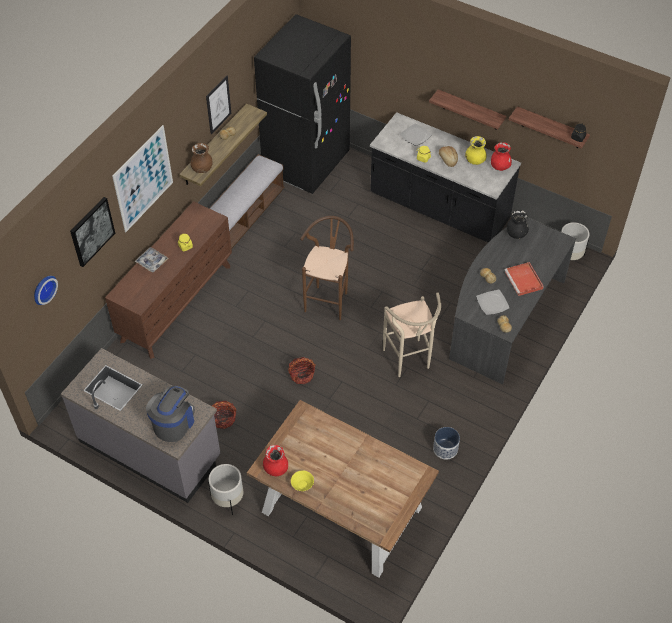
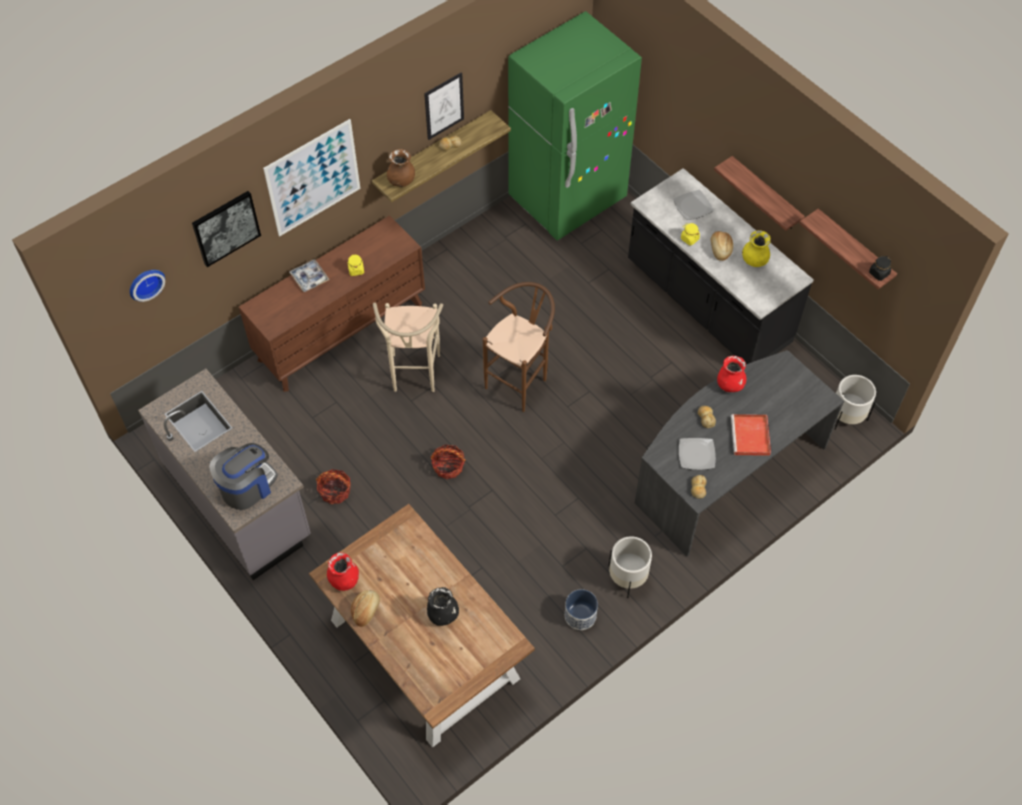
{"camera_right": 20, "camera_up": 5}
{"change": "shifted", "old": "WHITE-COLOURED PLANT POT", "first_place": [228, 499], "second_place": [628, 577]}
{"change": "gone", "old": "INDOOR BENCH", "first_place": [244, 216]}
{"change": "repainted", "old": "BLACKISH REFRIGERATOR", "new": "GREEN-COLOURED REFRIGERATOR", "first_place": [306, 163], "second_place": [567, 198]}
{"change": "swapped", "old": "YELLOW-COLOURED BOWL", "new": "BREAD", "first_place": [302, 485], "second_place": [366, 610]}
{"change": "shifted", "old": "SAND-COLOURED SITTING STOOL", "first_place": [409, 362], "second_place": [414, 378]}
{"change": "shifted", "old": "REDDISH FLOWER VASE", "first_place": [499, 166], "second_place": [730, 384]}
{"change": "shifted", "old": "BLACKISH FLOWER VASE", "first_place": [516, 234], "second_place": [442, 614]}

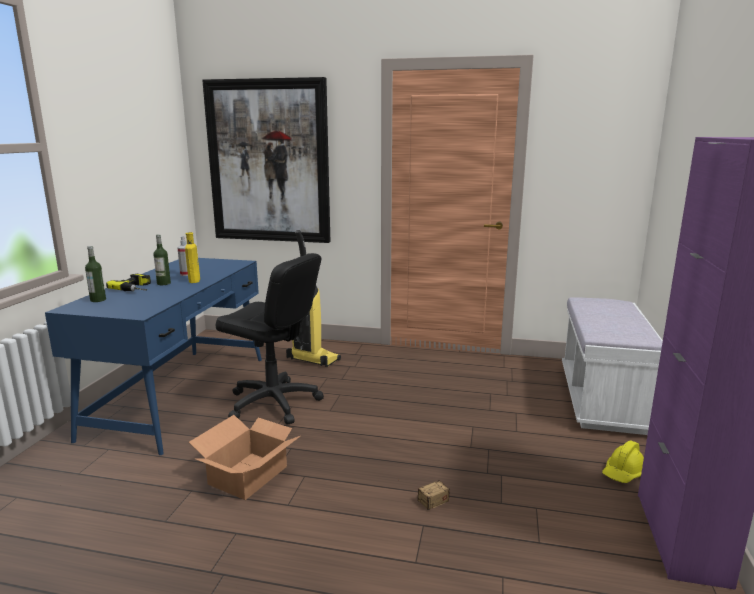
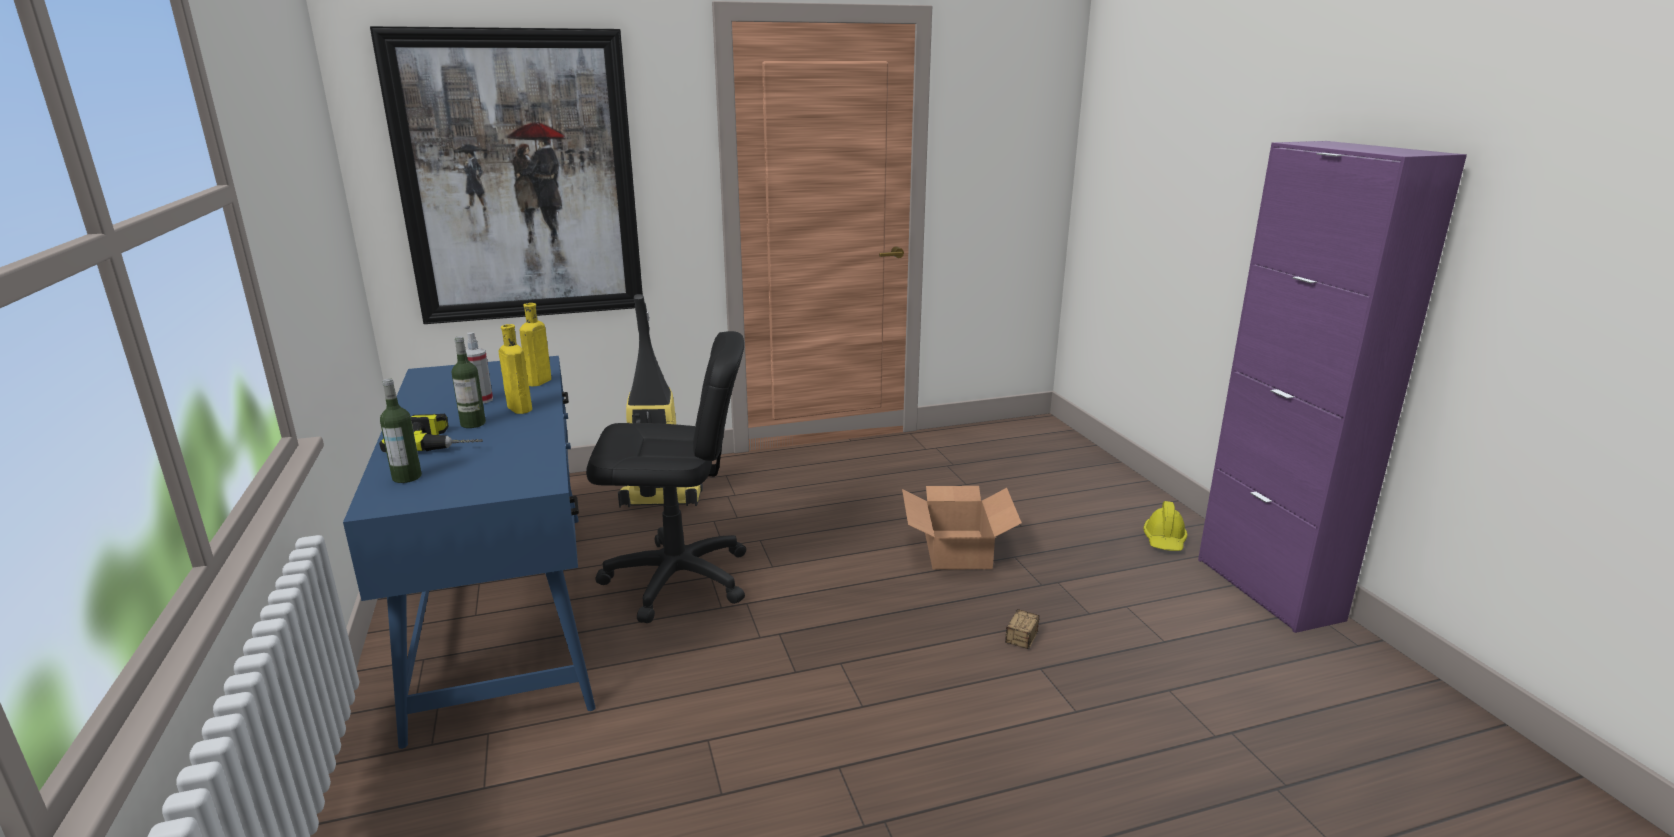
{"camera_right": -30, "camera_up": 5}
{"change": "shifted", "old": "PACKING BOX", "first_place": [249, 475], "second_place": [958, 549]}
{"change": "gone", "old": "WHITE-COLOURED INDOOR BENCH", "first_place": [603, 400]}
{"change": "new", "new": "YELLOW-COLOURED BEVERAGE BOTTLE", "second_place": [537, 382]}

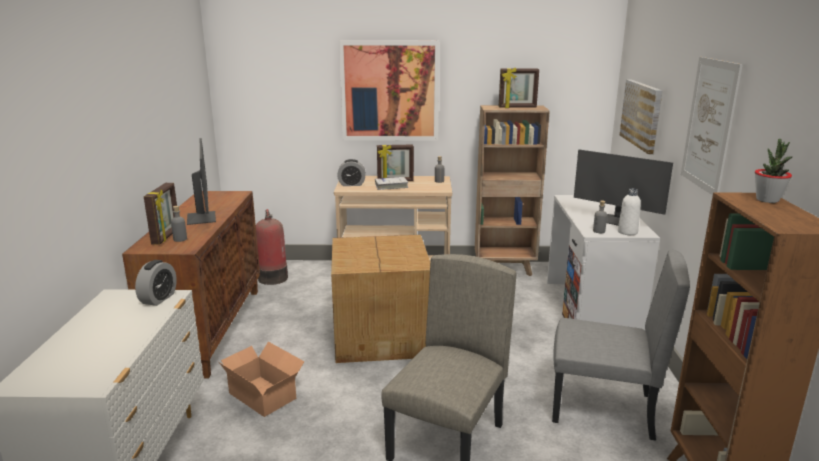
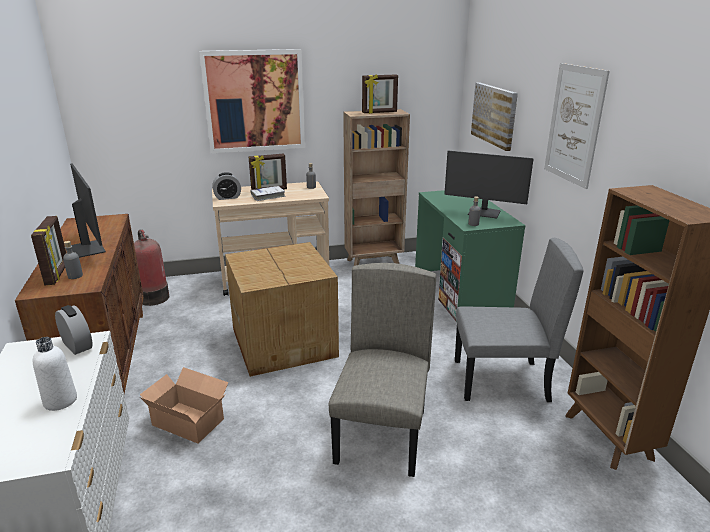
{"camera_right": -15, "camera_up": 5}
{"change": "rotated", "old": "BEDSIDE CLOCK", "first_place": [158, 298], "second_place": [77, 345], "degrees": -45}
{"change": "repainted", "old": "WHITE-COLOURED DESK", "new": "GREEN-COLOURED DESK", "first_place": [591, 309], "second_place": [460, 291]}
{"change": "shifted", "old": "WHITE-COLOURED BEVERAGE BOTTLE", "first_place": [627, 232], "second_place": [60, 401]}
{"change": "gone", "old": "HOUSEPLANT", "first_place": [767, 200]}

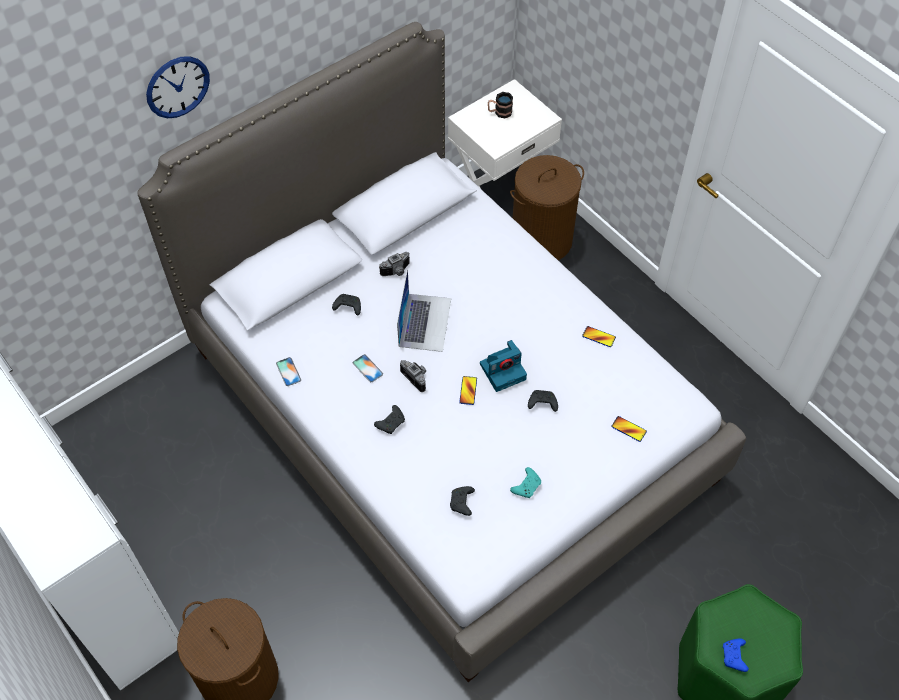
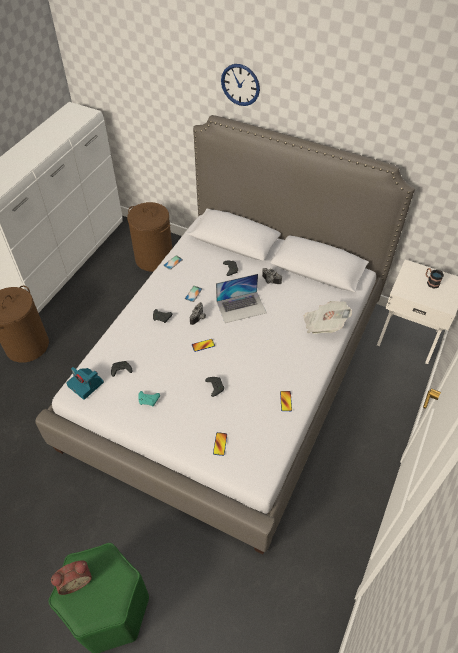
{"camera_right": 65, "camera_up": -5}
{"change": "shifted", "old": "STILL CAMERA", "first_place": [503, 371], "second_place": [86, 384]}
{"change": "shifted", "old": "BROWN WASHING BASKET", "first_place": [542, 240], "second_place": [154, 258]}
{"change": "swapped", "old": "BLUE-COLOURED GAMEPAD", "new": "BEDSIDE CLOCK", "first_place": [734, 657], "second_place": [75, 580]}
{"change": "new", "new": "PRINTED PAPER", "second_place": [324, 324]}

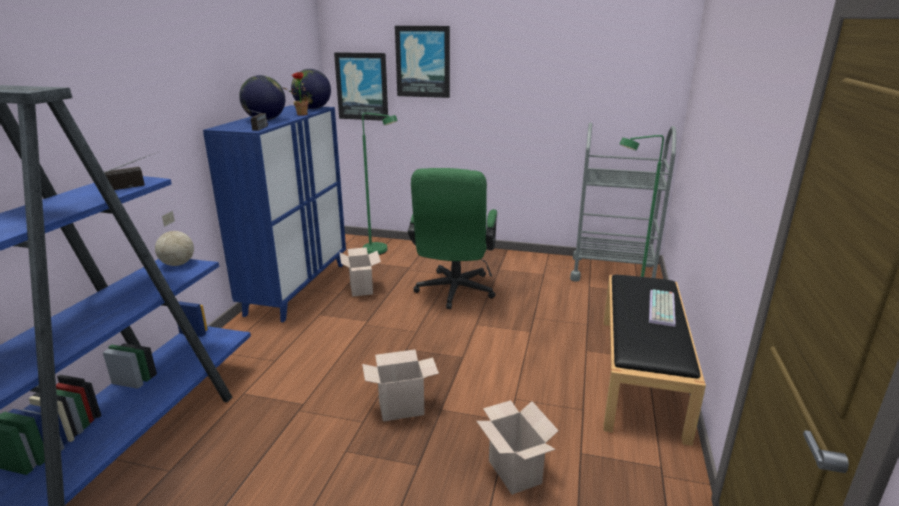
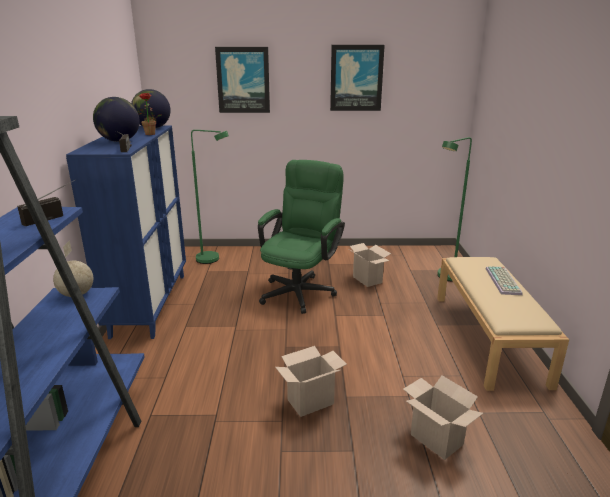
{"camera_right": -15, "camera_up": 0}
{"change": "shifted", "old": "WALL PICTURE", "first_place": [362, 86], "second_place": [356, 78]}
{"change": "shifted", "old": "PACKING BOX", "first_place": [362, 289], "second_place": [368, 280]}
{"change": "rotated", "old": "GREEN-COLOURED DESK CHAIR", "first_place": [453, 293], "second_place": [301, 290], "degrees": -150}
{"change": "gone", "old": "GREYISH TROLLEY", "first_place": [612, 272]}
{"change": "repainted", "old": "BLACKISH INDOOR BENCH", "new": "SAND-COLOURED INDOOR BENCH", "first_place": [641, 374], "second_place": [489, 338]}

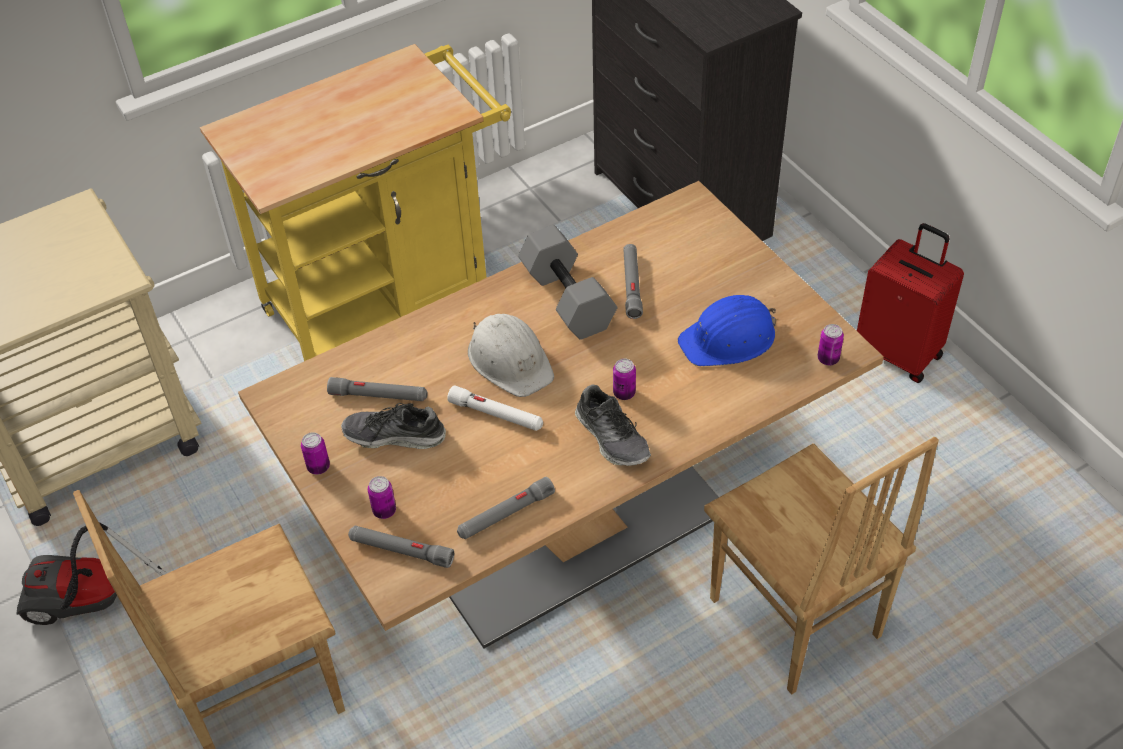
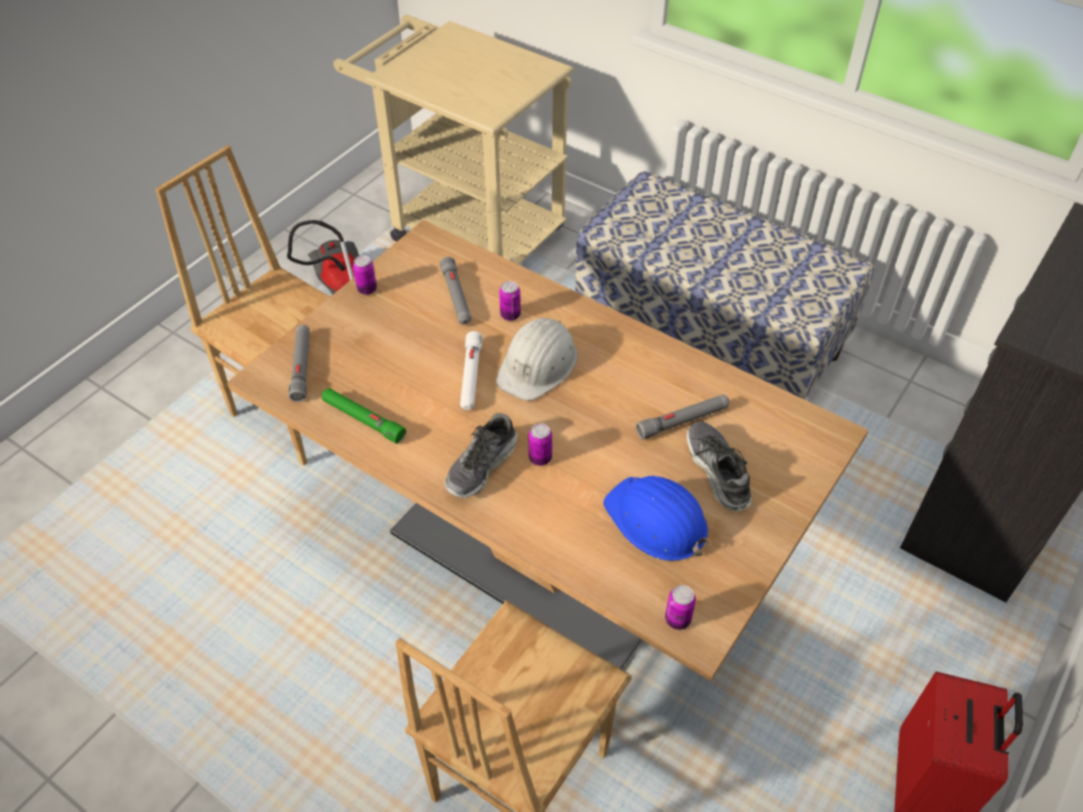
{"camera_right": 65, "camera_up": 0}
{"change": "swapped", "old": "YELLOW-COLOURED TROLLEY", "new": "INDOOR BENCH", "first_place": [389, 300], "second_place": [709, 337]}
{"change": "shifted", "old": "SHOE", "first_place": [394, 436], "second_place": [717, 471]}
{"change": "shifted", "old": "METAL CAN", "first_place": [384, 511], "second_place": [510, 315]}
{"change": "repainted", "old": "GREYISH HAND TORCH", "new": "GREEN-COLOURED HAND TORCH", "first_place": [506, 514], "second_place": [363, 420]}
{"change": "gone", "old": "GREYISH FREE WEIGHT", "first_place": [565, 299]}

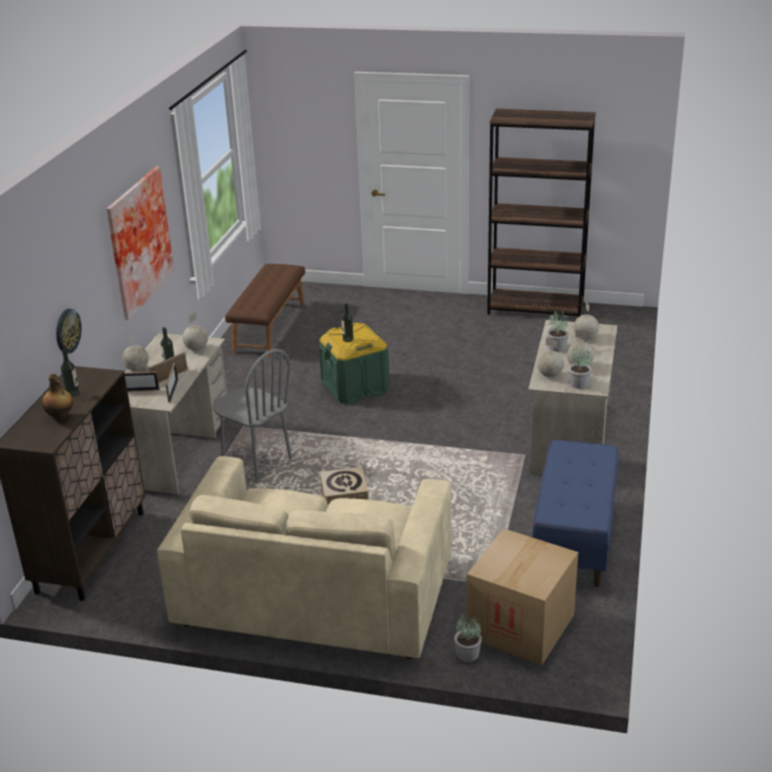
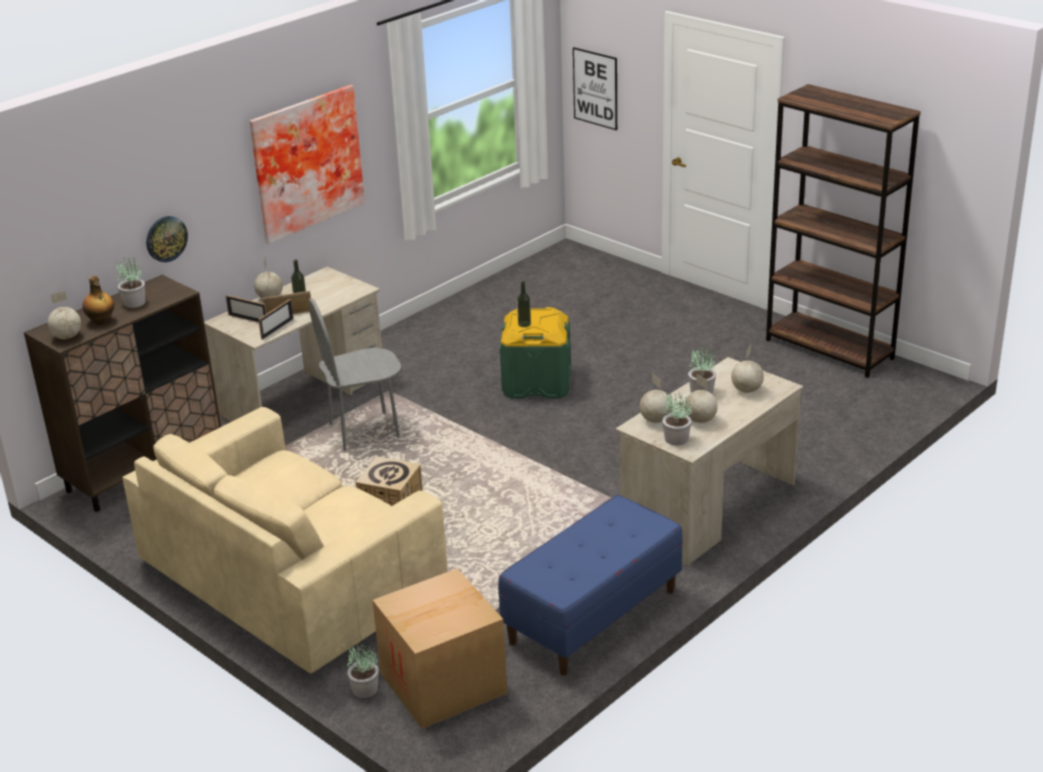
{"camera_right": 30, "camera_up": 0}
{"change": "swapped", "old": "BEVERAGE BOTTLE", "new": "HOUSEPLANT", "first_place": [72, 394], "second_place": [134, 302]}
{"change": "shifted", "old": "GLOBE", "first_place": [196, 349], "second_place": [67, 337]}
{"change": "rotated", "old": "GREYISH PLAIN CHAIR", "first_place": [256, 462], "second_place": [364, 431], "degrees": 90}
{"change": "gone", "old": "BROWN INDOOR BENCH", "first_place": [269, 328]}
{"change": "new", "new": "WALL PICTURE", "second_place": [595, 88]}

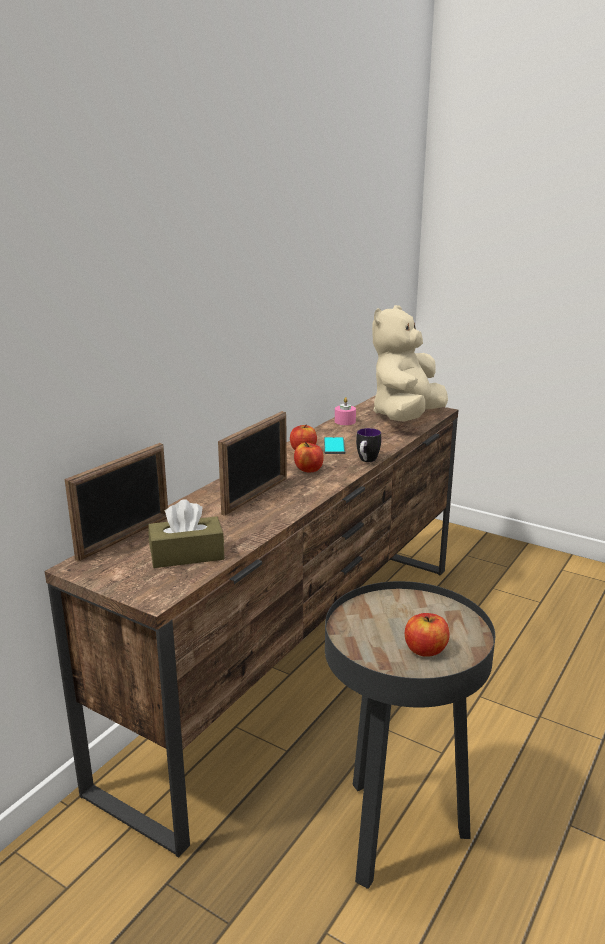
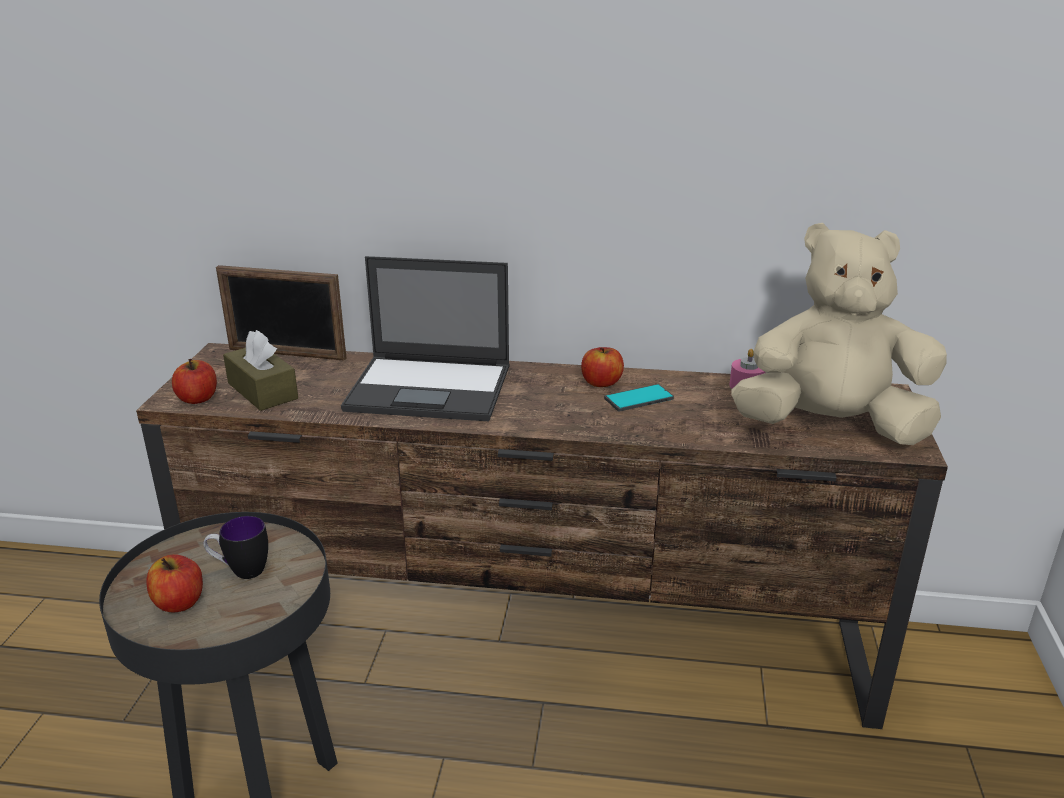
{"camera_right": 65, "camera_up": 5}
{"change": "swapped", "old": "PICTURE FRAME", "new": "NOTEBOOK COMPUTER", "first_place": [256, 496], "second_place": [431, 388]}
{"change": "shifted", "old": "APPLE", "first_place": [309, 469], "second_place": [198, 398]}
{"change": "shifted", "old": "MUG", "first_place": [366, 461], "second_place": [240, 571]}

